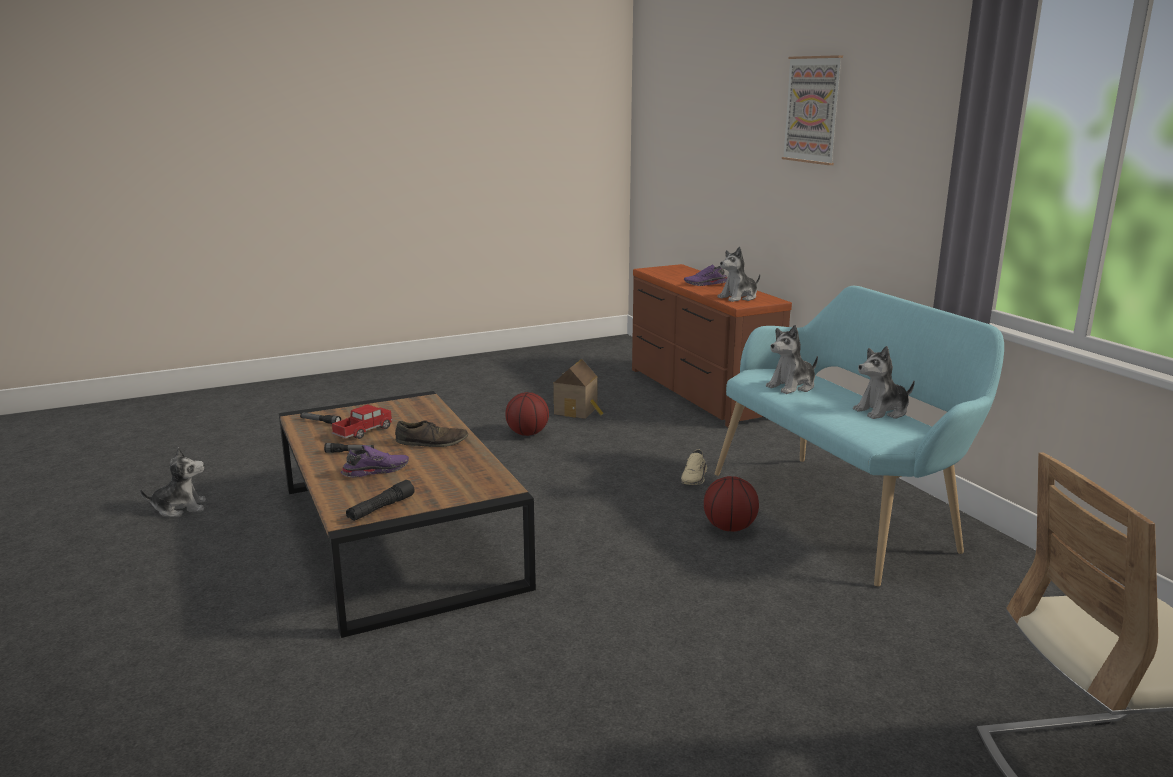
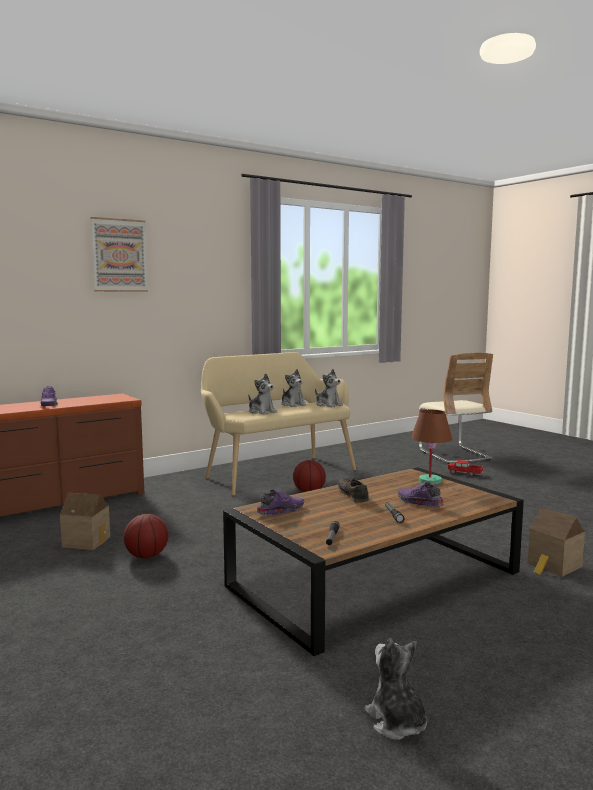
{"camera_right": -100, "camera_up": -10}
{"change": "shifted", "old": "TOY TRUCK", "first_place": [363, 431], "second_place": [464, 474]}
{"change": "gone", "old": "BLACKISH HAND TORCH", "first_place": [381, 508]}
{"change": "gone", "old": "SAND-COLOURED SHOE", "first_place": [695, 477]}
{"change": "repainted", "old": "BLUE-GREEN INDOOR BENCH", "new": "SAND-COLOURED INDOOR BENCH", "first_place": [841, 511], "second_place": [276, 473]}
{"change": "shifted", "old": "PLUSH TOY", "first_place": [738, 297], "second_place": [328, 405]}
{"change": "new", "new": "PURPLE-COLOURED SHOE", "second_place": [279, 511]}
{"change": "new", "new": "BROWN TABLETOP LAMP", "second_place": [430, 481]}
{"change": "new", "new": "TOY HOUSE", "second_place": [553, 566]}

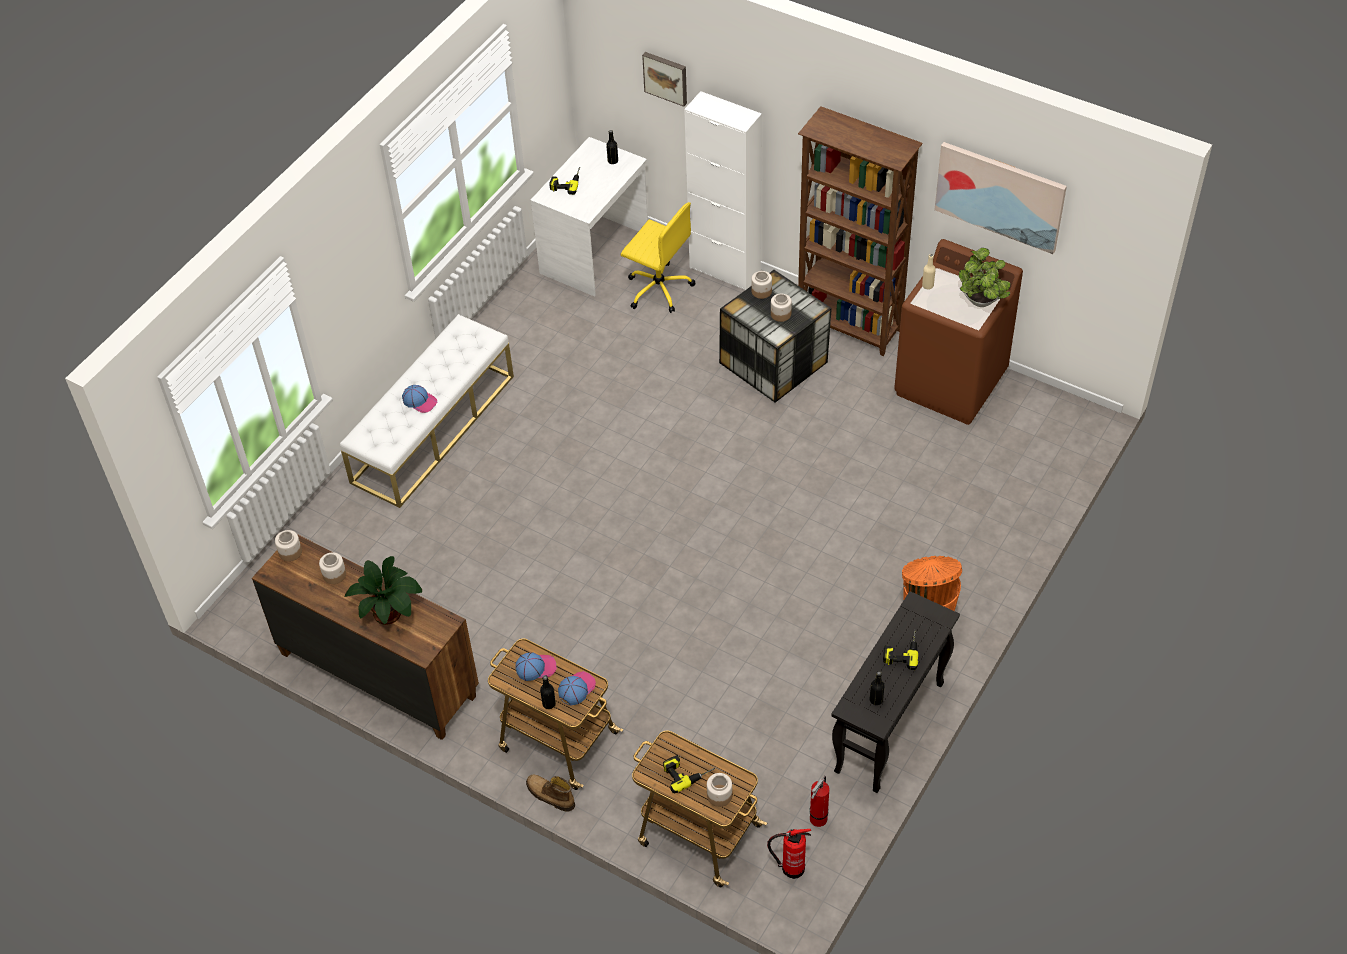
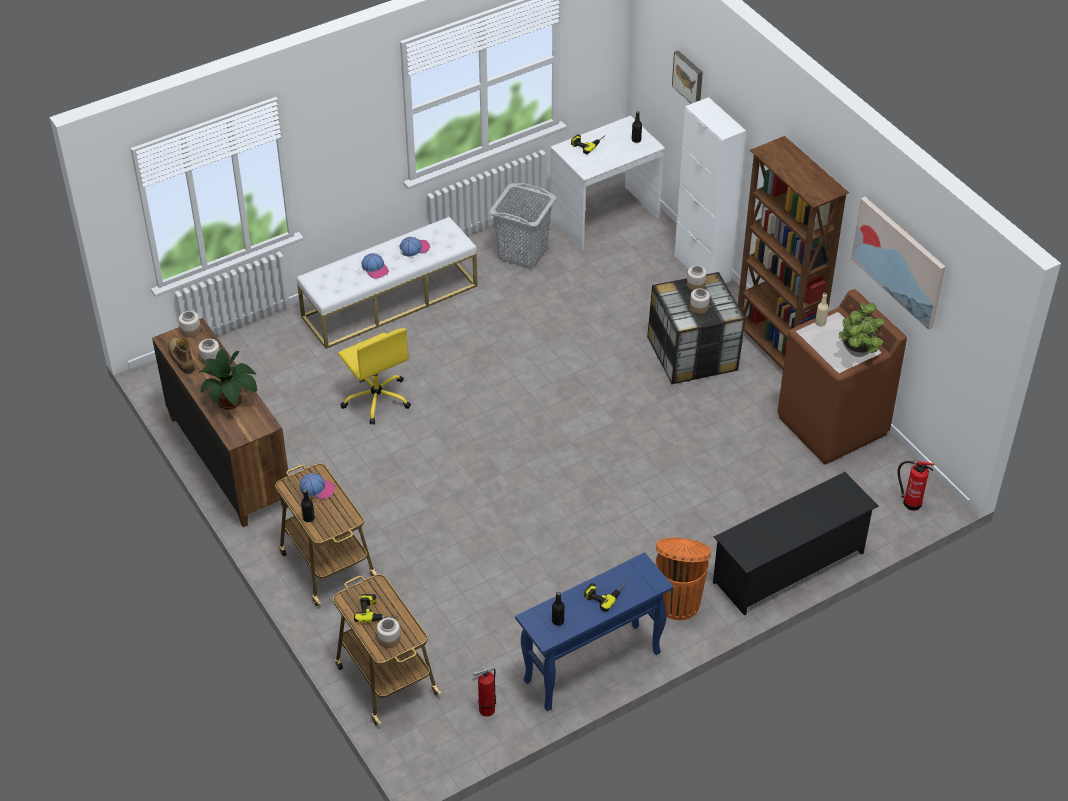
{"camera_right": 25, "camera_up": -5}
{"change": "shifted", "old": "HIGH-TOP BOOT", "first_place": [550, 796], "second_place": [181, 359]}
{"change": "shifted", "old": "BASEBALL CAP", "first_place": [576, 689], "second_place": [414, 248]}
{"change": "shifted", "old": "YELLOW-COLOURED DESK CHAIR", "first_place": [658, 288], "second_place": [376, 399]}
{"change": "shifted", "old": "EXTINGUISHER", "first_place": [790, 868], "second_place": [910, 502]}
{"change": "repainted", "old": "BLACKISH NARROW TABLE", "new": "BLUE-COLOURED NARROW TABLE", "first_place": [889, 728], "second_place": [591, 668]}
{"change": "new", "new": "GREYISH WASHING BASKET", "second_place": [522, 253]}
{"change": "new", "new": "BLACKISH SHOE SHELF", "second_place": [789, 567]}

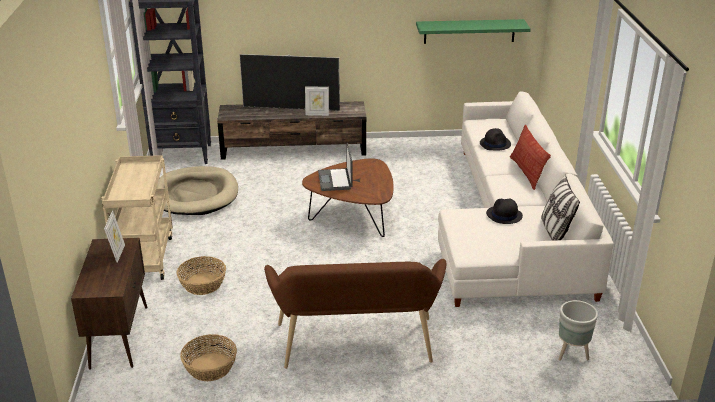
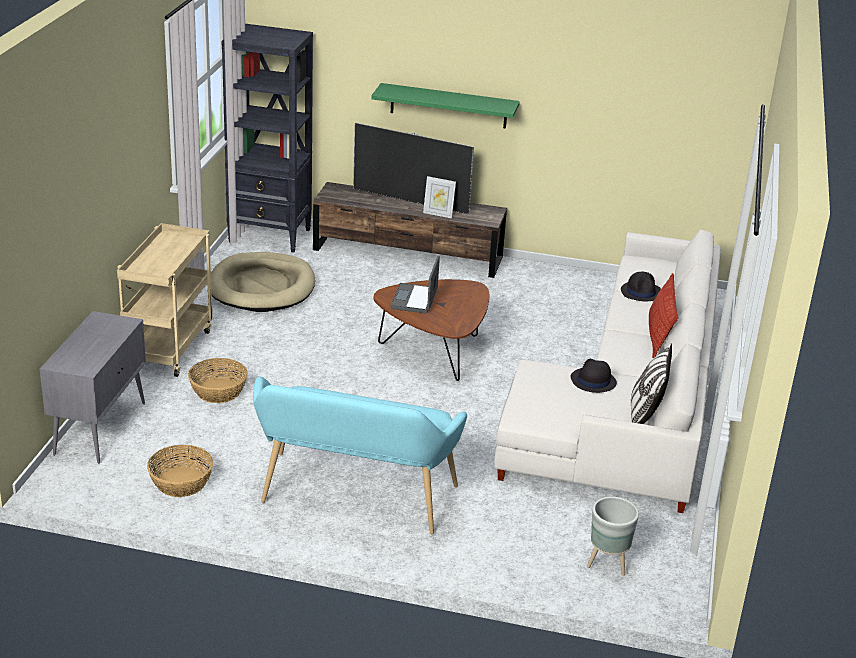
{"camera_right": 15, "camera_up": 0}
{"change": "repainted", "old": "BROWN CUPBOARD", "new": "GREYISH CUPBOARD", "first_place": [119, 336], "second_place": [100, 427]}
{"change": "gone", "old": "PICTURE FRAME", "first_place": [117, 253]}
{"change": "repainted", "old": "BROWN INDOOR BENCH", "new": "BLUE-GREEN INDOOR BENCH", "first_place": [356, 347], "second_place": [354, 498]}
{"change": "shifted", "old": "GREEN-COLOURED BRACKET SHELF", "first_place": [469, 31], "second_place": [448, 106]}

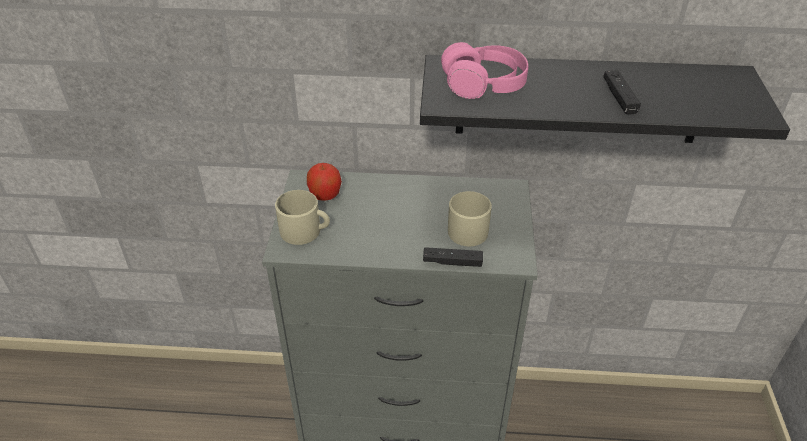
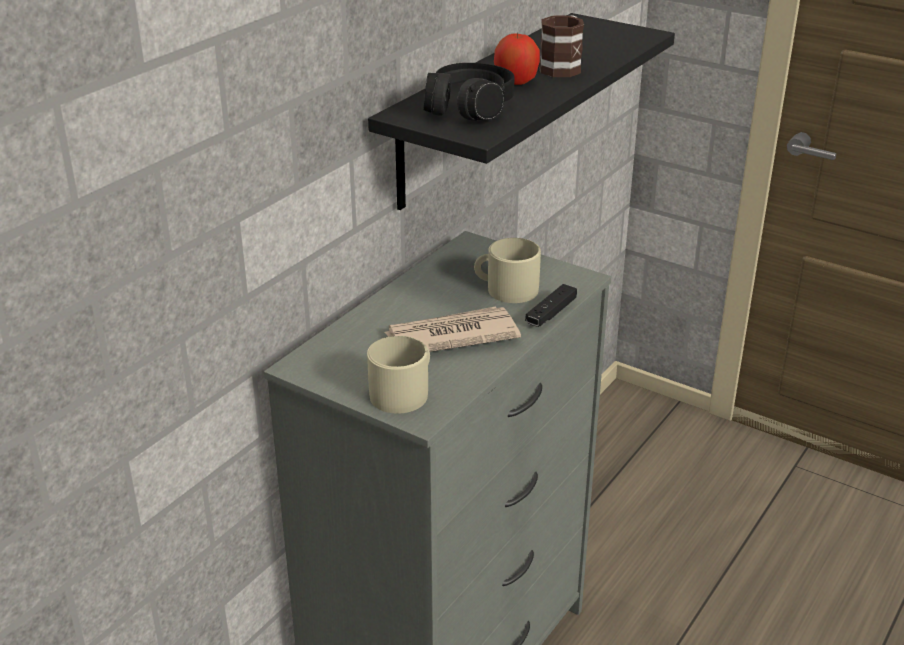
{"camera_right": -60, "camera_up": -10}
{"change": "shifted", "old": "APPLE", "first_place": [325, 195], "second_place": [515, 82]}
{"change": "repainted", "old": "PINK-COLOURED HEADSET", "new": "BLACKISH HEADSET", "first_place": [484, 84], "second_place": [468, 108]}
{"change": "swapped", "old": "BLACKISH GAMEPAD", "new": "MUG", "first_place": [619, 98], "second_place": [563, 67]}
{"change": "new", "new": "PRINTED PAPER", "second_place": [450, 336]}

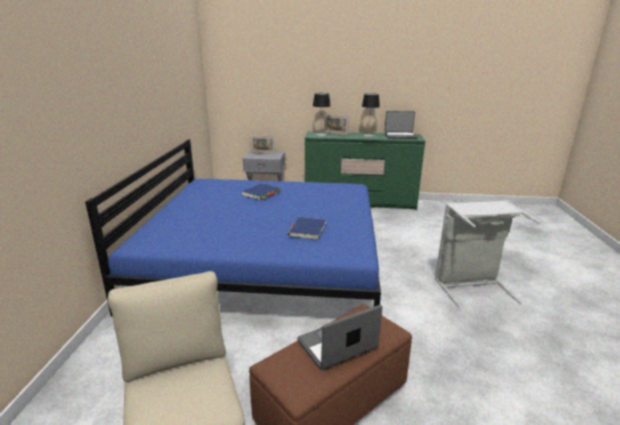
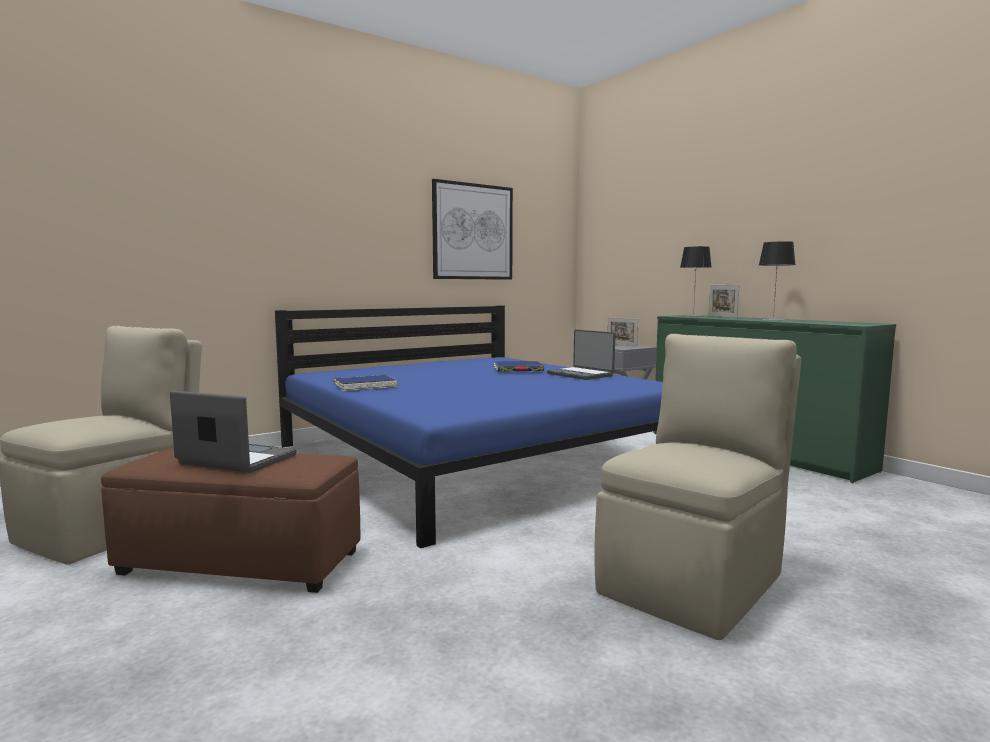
{"camera_right": 50, "camera_up": -15}
{"change": "shifted", "old": "BLUE-COLOURED VOLUME", "first_place": [307, 230], "second_place": [365, 386]}
{"change": "shifted", "old": "NOTEBOOK COMPUTER", "first_place": [400, 136], "second_place": [581, 375]}
{"change": "swapped", "old": "GREYISH WASHING BASKET", "new": "SAND-COLOURED PLAIN CHAIR", "first_place": [471, 286], "second_place": [694, 582]}
{"change": "new", "new": "WALL PICTURE", "second_place": [473, 232]}

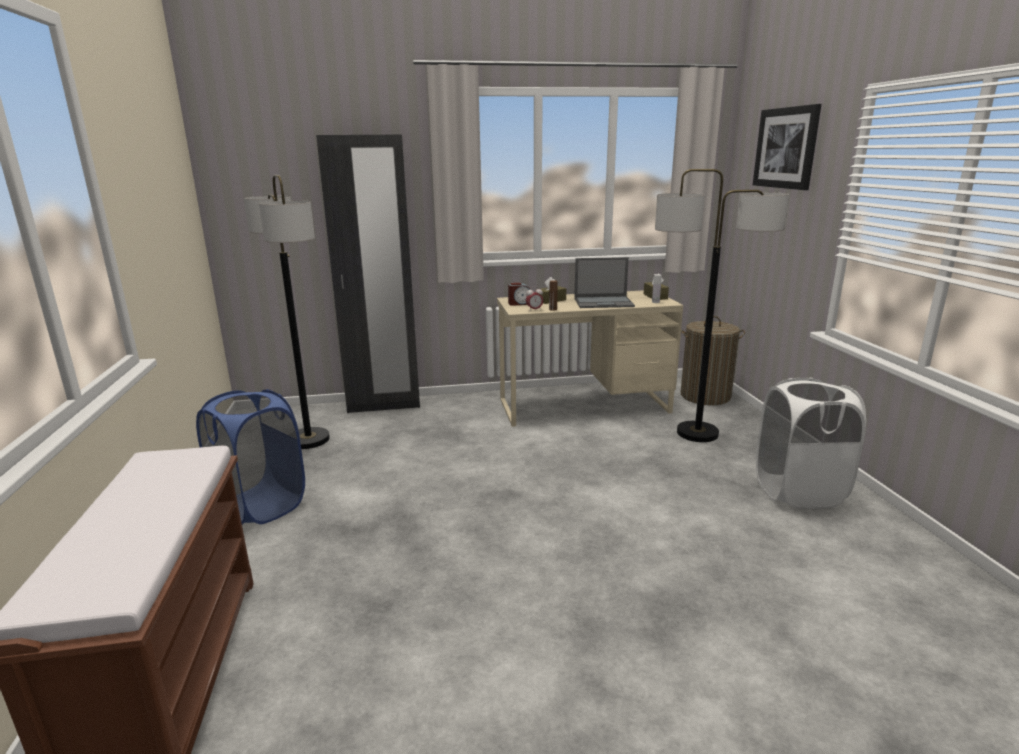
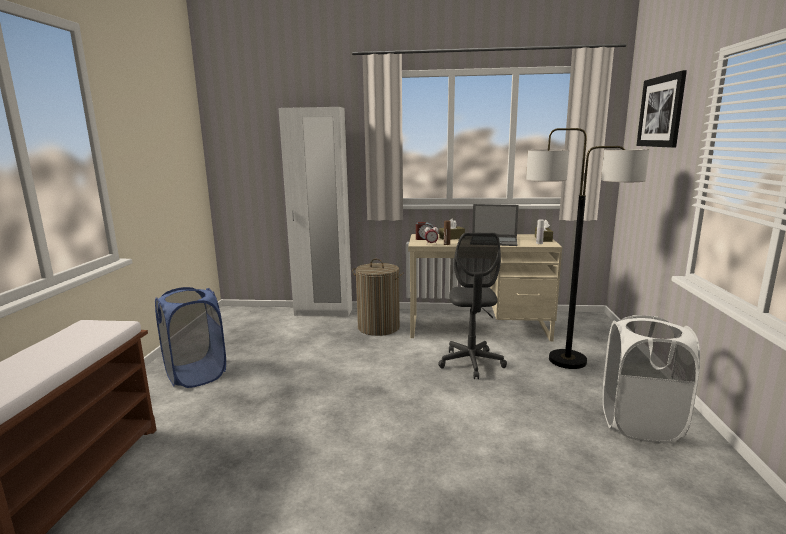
{"camera_right": 15, "camera_up": -5}
{"change": "gone", "old": "FLOOR LAMP", "first_place": [308, 439]}
{"change": "repainted", "old": "BLACKISH ARMOIRE", "new": "WHITE-COLOURED ARMOIRE", "first_place": [384, 405], "second_place": [323, 312]}
{"change": "shifted", "old": "WASHING BASKET", "first_place": [705, 396], "second_place": [378, 327]}
{"change": "new", "new": "GREYISH DESK CHAIR", "second_place": [471, 363]}

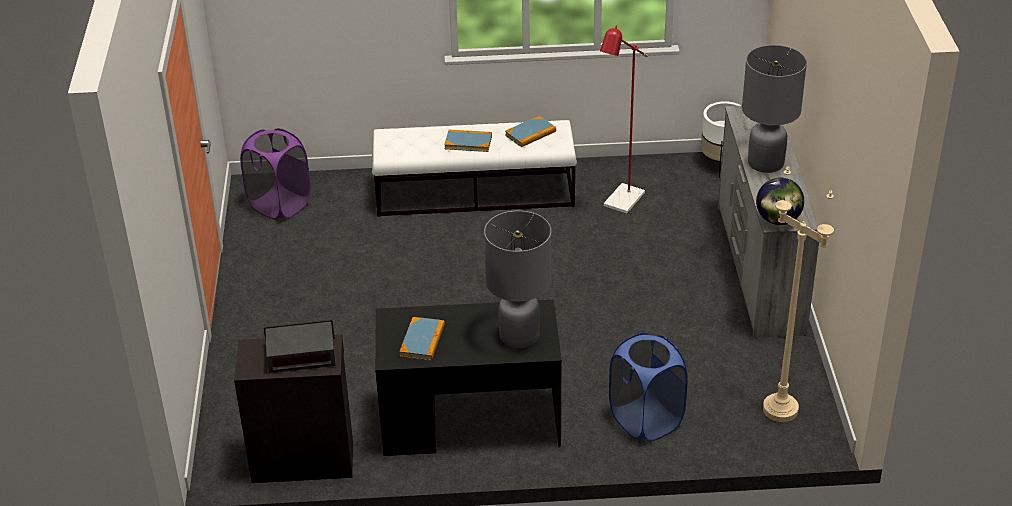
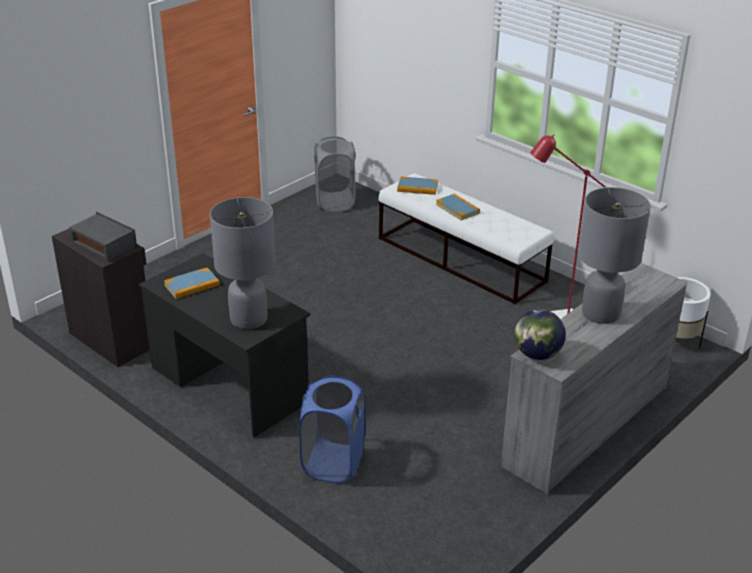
{"camera_right": 45, "camera_up": -5}
{"change": "repainted", "old": "PURPLE-COLOURED WASHING BASKET", "new": "GREYISH WASHING BASKET", "first_place": [279, 205], "second_place": [335, 202]}
{"change": "shifted", "old": "VOLUME", "first_place": [530, 133], "second_place": [417, 187]}
{"change": "gone", "old": "SAND-COLOURED FLOOR LAMP", "first_place": [780, 409]}

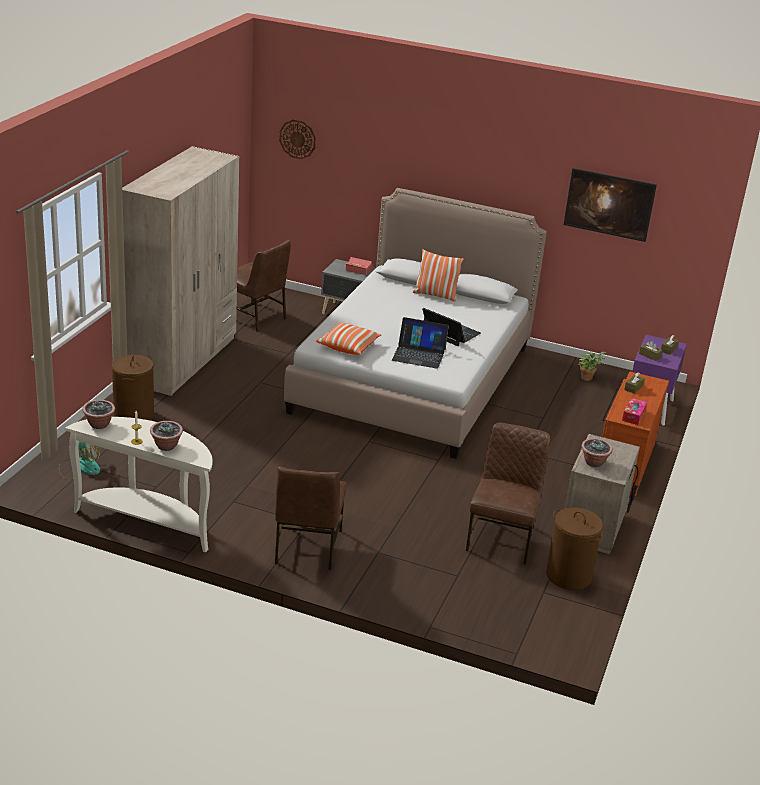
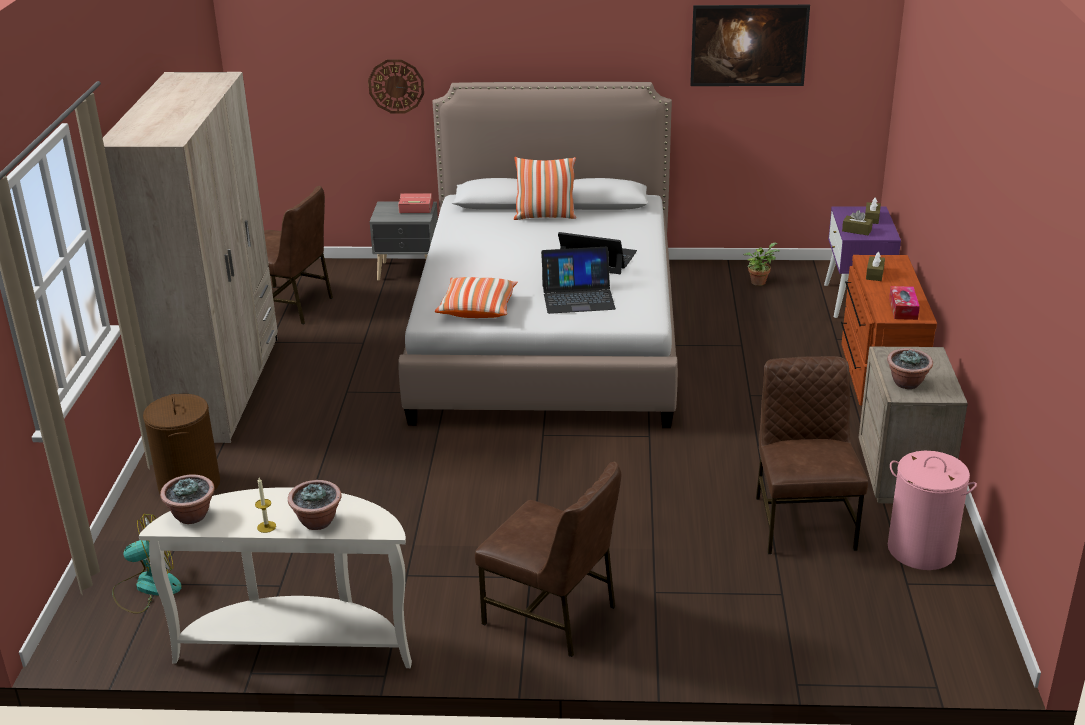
{"camera_right": -15, "camera_up": 0}
{"change": "rotated", "old": "BROWN PLAIN CHAIR", "first_place": [306, 547], "second_place": [552, 615], "degrees": -45}
{"change": "shifted", "old": "HANGING CLOCK", "first_place": [297, 139], "second_place": [396, 86]}
{"change": "repainted", "old": "BROWN WASHING BASKET", "new": "PINK-COLOURED WASHING BASKET", "first_place": [568, 575], "second_place": [920, 550]}

